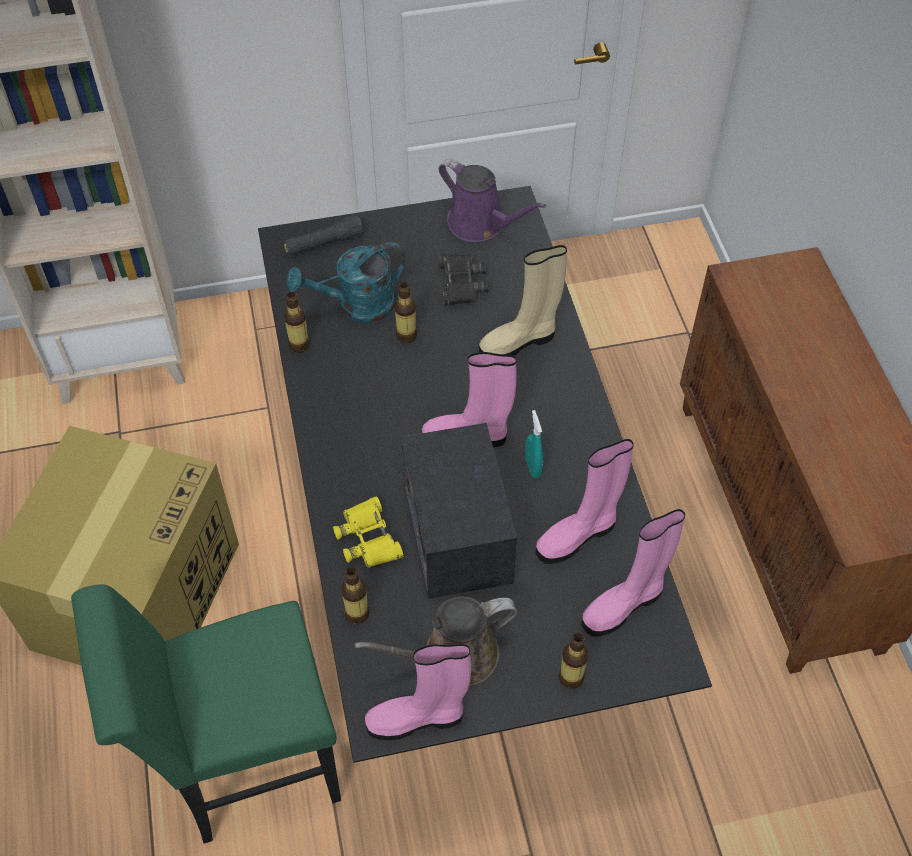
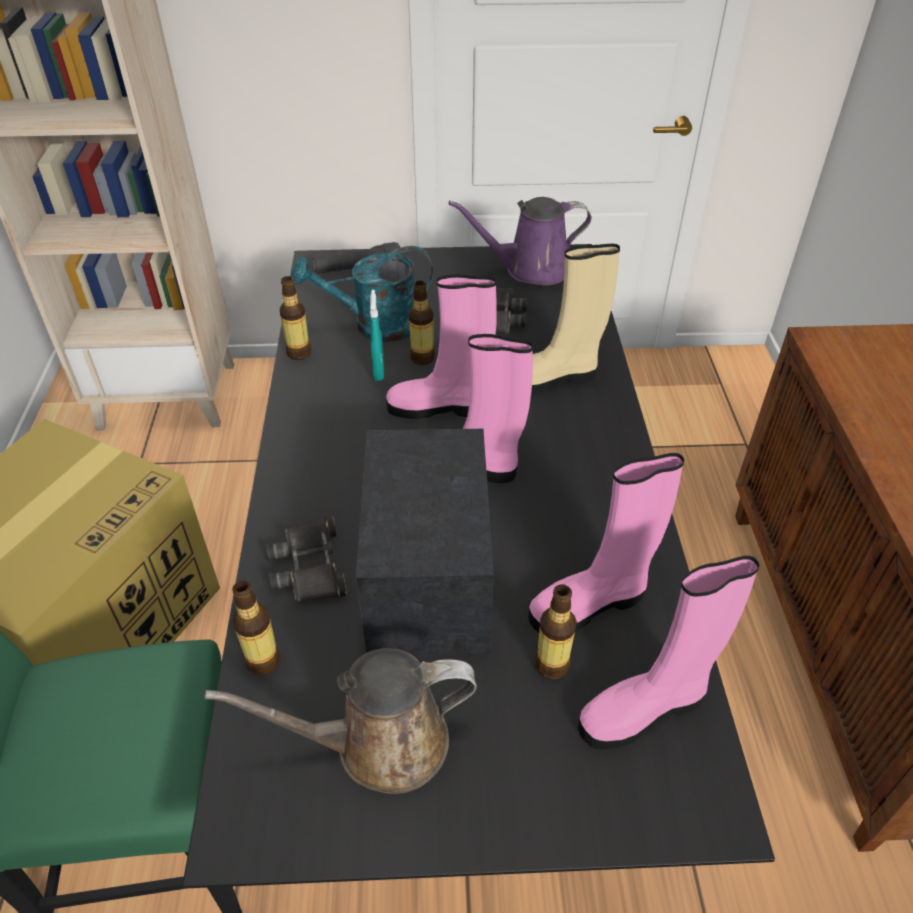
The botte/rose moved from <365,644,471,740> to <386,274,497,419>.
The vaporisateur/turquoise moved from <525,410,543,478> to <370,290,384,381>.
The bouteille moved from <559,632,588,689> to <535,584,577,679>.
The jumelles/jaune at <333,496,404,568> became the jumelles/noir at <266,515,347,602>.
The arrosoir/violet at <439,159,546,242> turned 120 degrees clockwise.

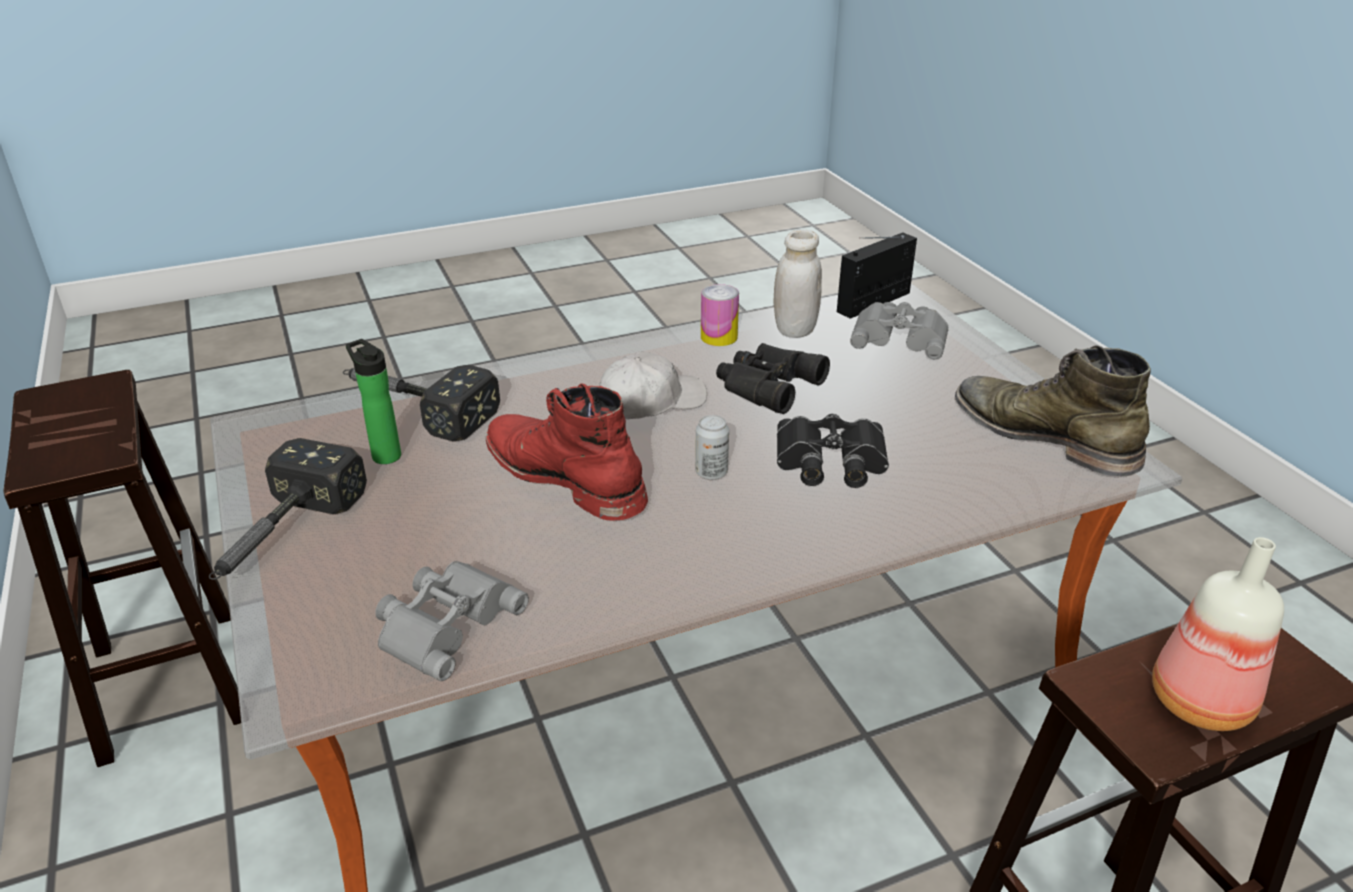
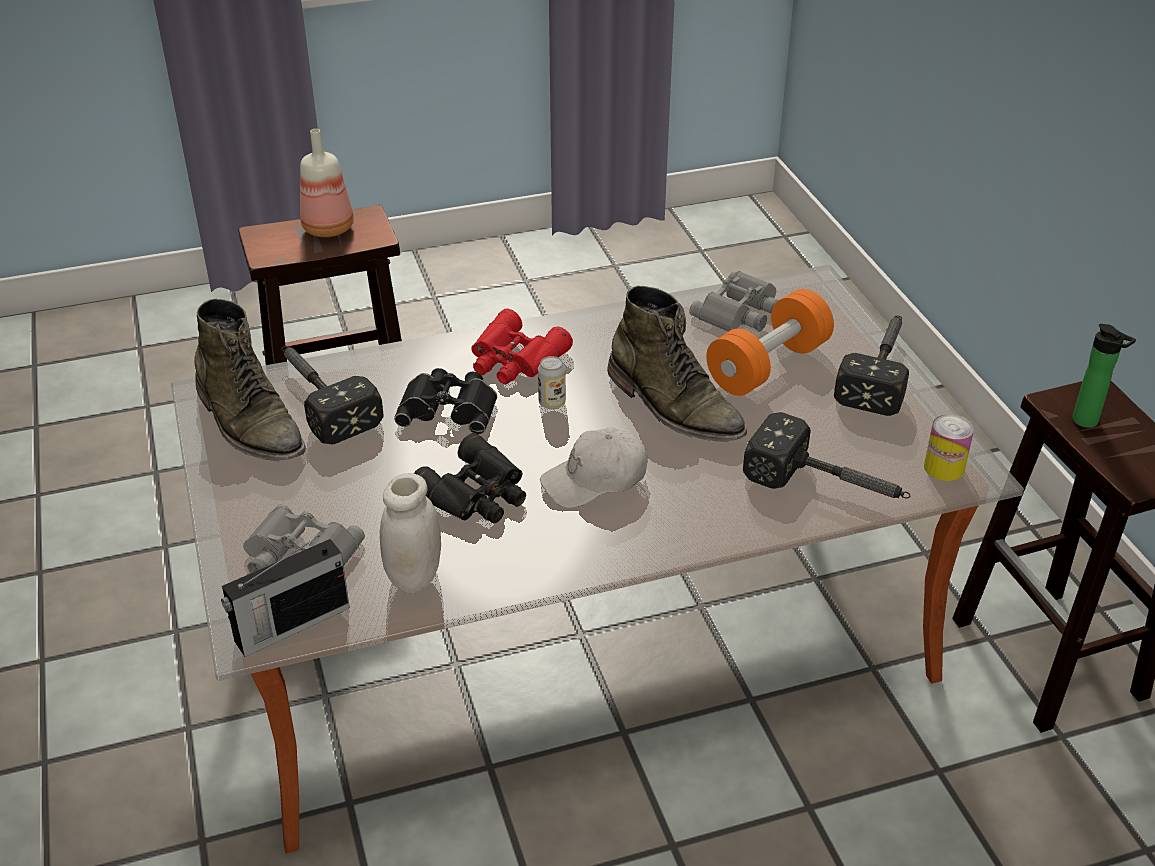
The marteau at <281,346,384,445> appeared.
The jumelles/rouge at <471,308,573,384> appeared.
The haltère/orange at <706,289,834,396> appeared.
The bouteille moved from <346,339,401,464> to <1072,324,1136,428>.
The boîte métallique moved from <701,284,739,346> to <924,414,974,481>.
The botte/rouge at <486,384,648,521> became the botte/vert at <607,286,747,442>.

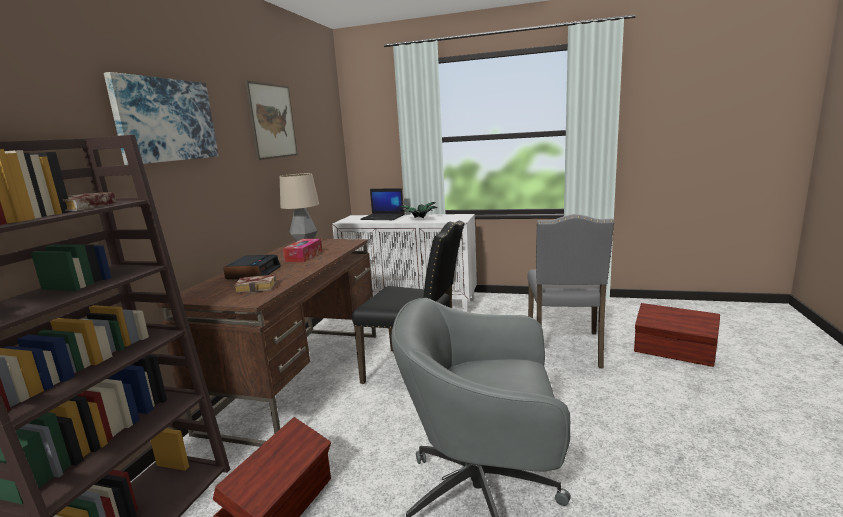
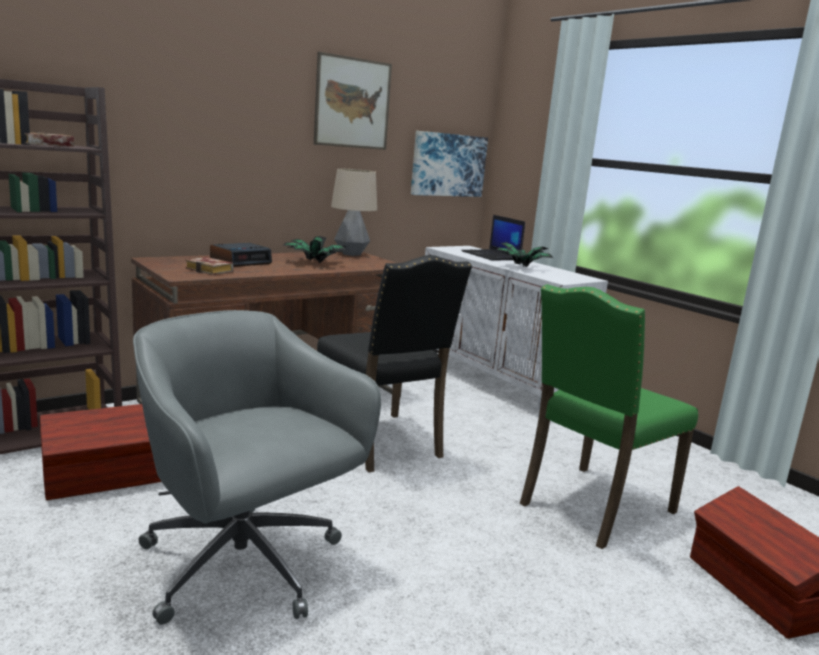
The tableau moved from <104,72,219,165> to <411,131,488,197>.
The boîte à mouchoirs at <283,239,322,262> was replaced by the plante en pot at <283,236,346,263>.
The chaise/gris at <528,214,614,368> became the chaise/vert at <520,284,698,549>.

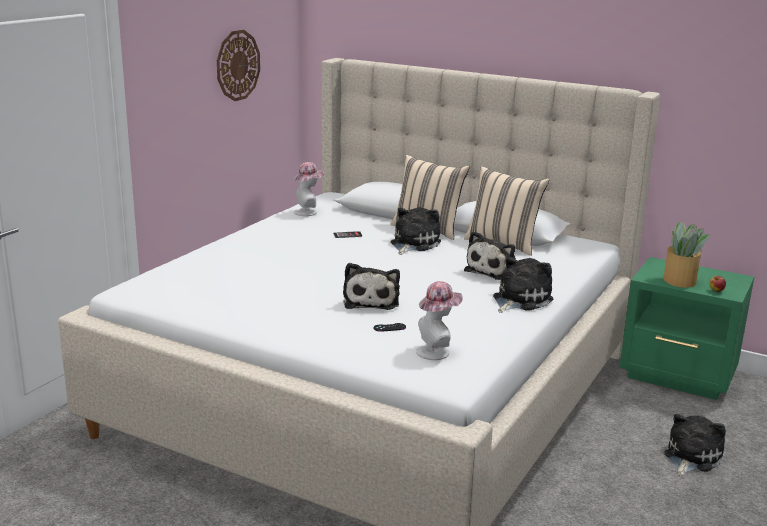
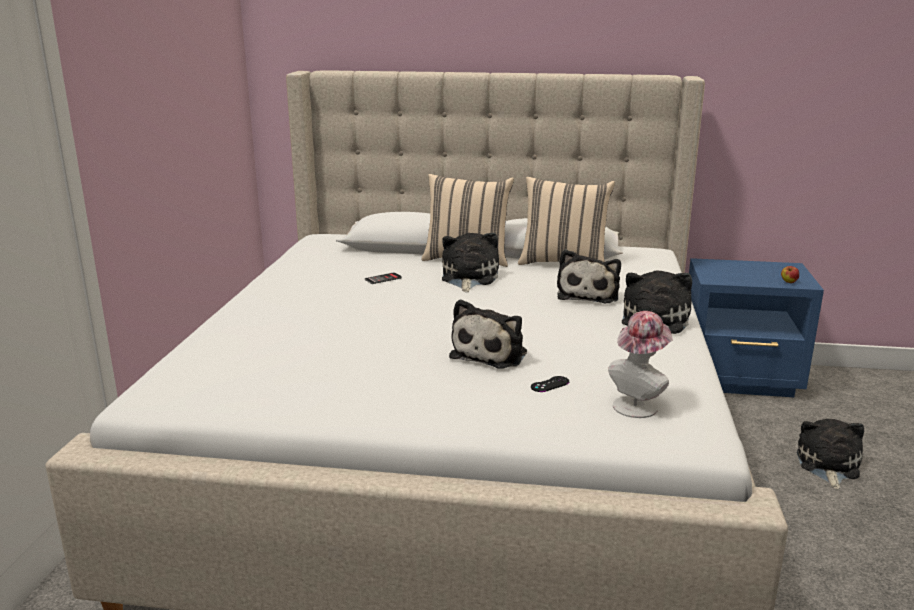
The horloge murale at <217,30,260,101> disappeared.
The chapeau at <294,162,324,216> disappeared.
The plante en pot at <664,221,710,288> disappeared.
The table de chevet/vert at <619,257,754,400> became the table de chevet/bleu at <689,258,824,397>.
The peluche at <343,263,400,310> turned 45 degrees clockwise.

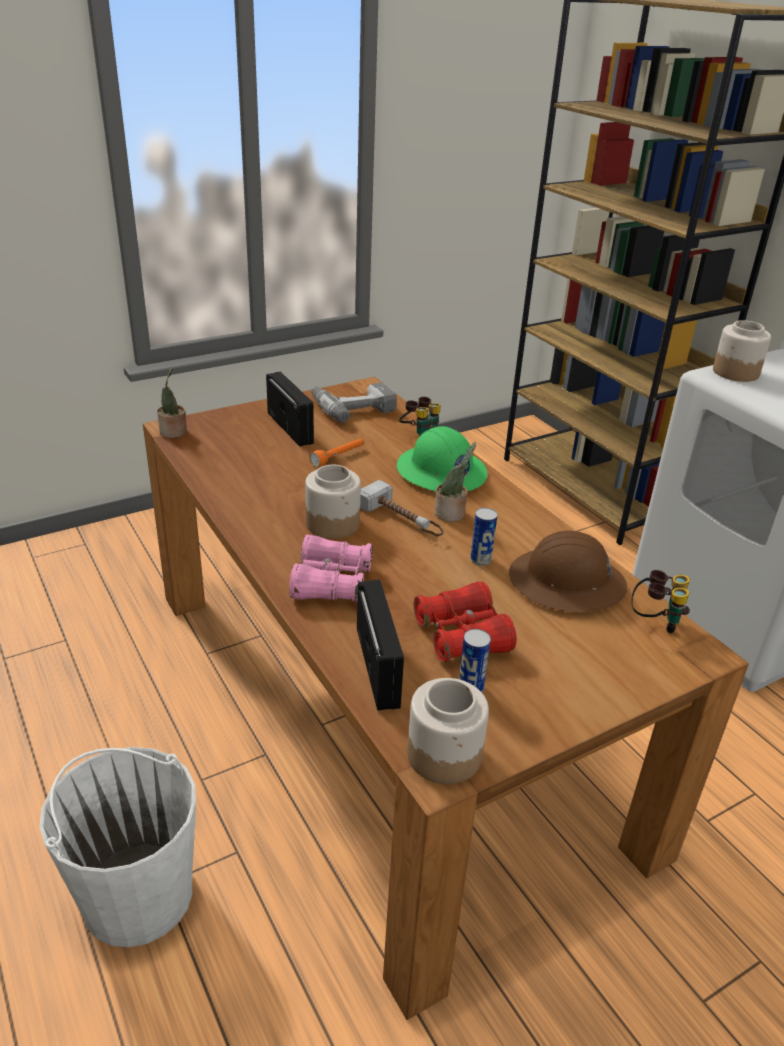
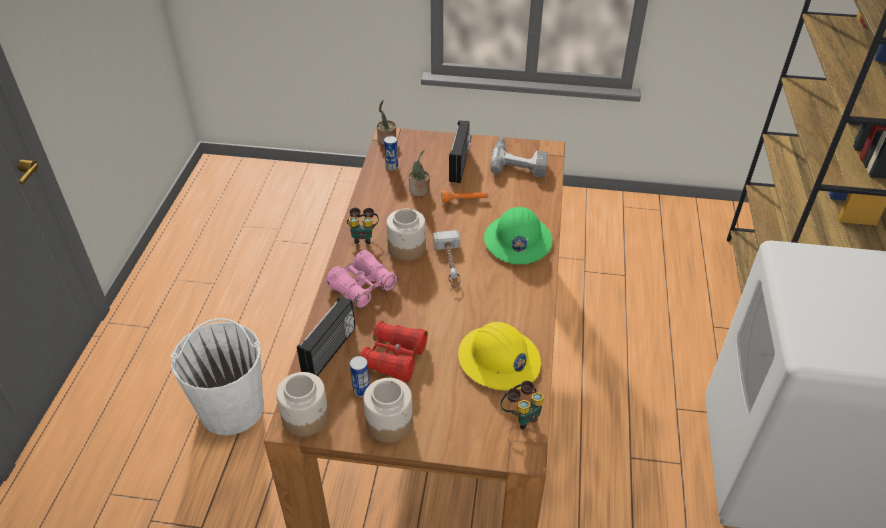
The jumelles moved from <399,397,441,437> to <347,208,379,244>.
The plante en pot moved from <435,442,476,522> to <409,149,430,197>.
The boîte métallique moved from <470,508,497,566> to <384,136,398,171>.
The bocal moved from <713,320,771,382> to <363,378,413,443>.
The casque de chantier/marron at <509,531,627,612> became the casque de chantier/jaune at <458,322,541,391>.

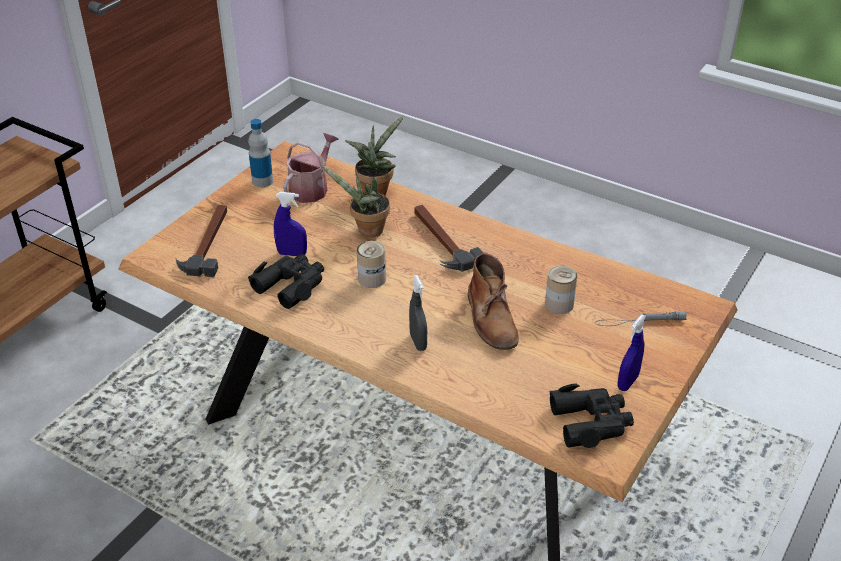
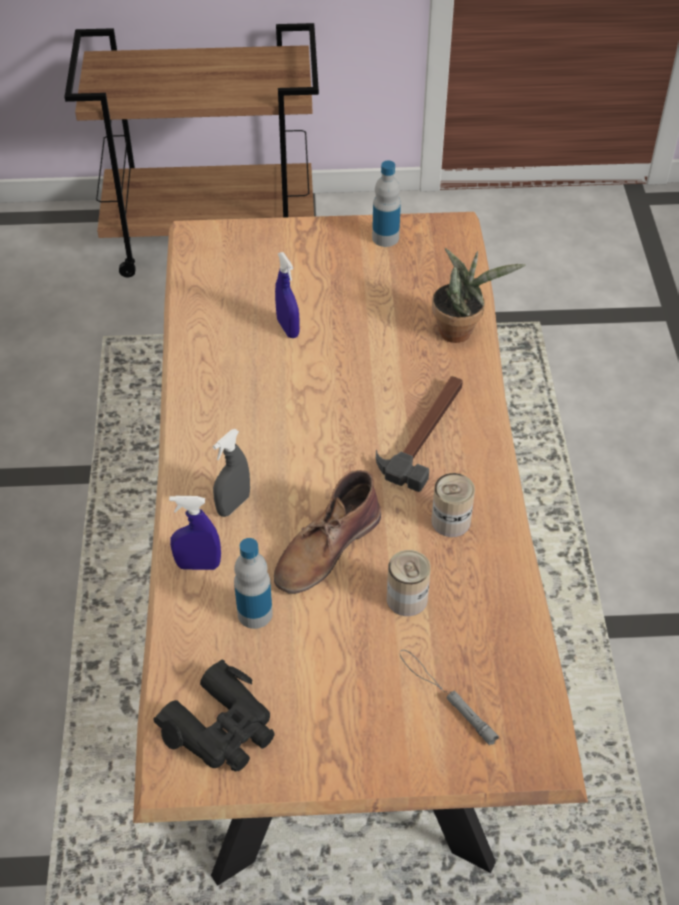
The marteau at <175,205,227,277> disappeared.
The jumelles/noir at <248,254,324,309> disappeared.
The arrosoir at <283,133,339,203> disappeared.
The plante en pot at <322,166,390,237> disappeared.
The bouteille at <234,538,273,629> appeared.
The boîte métallique moved from <357,241,386,288> to <431,473,475,537>.
The vaporisateur/bleu moved from <618,315,646,391> to <169,496,221,570>.

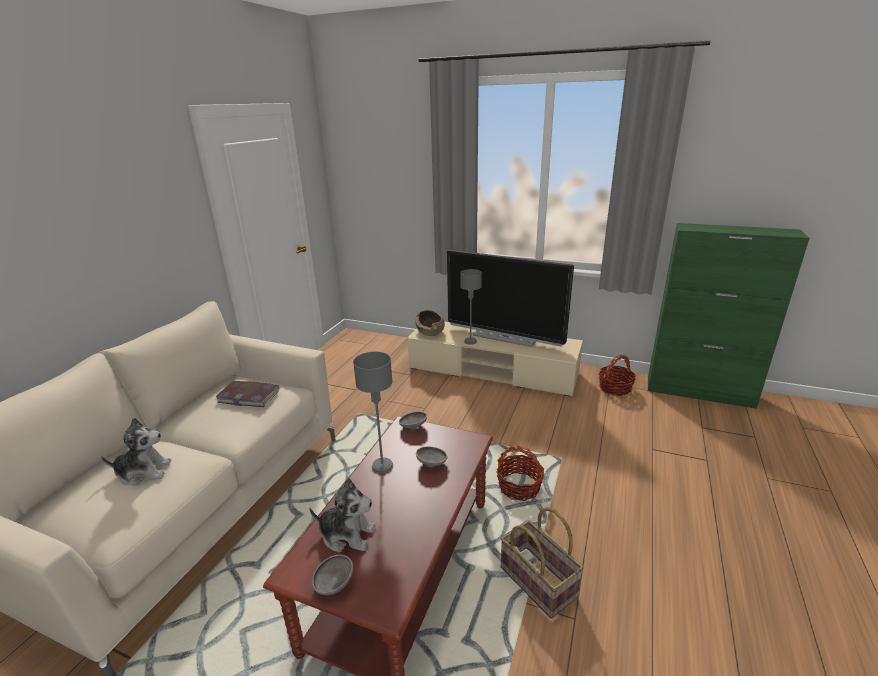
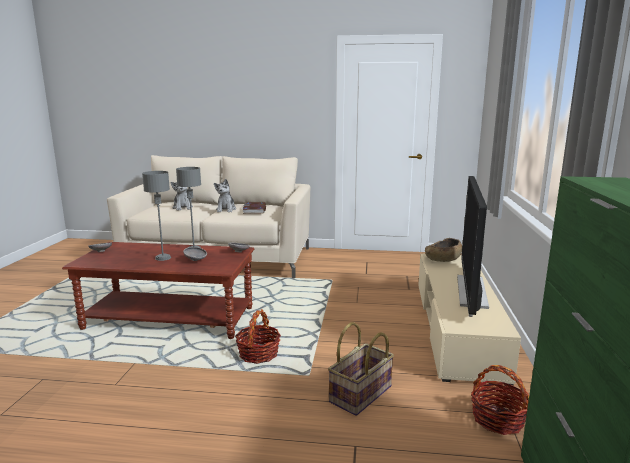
The peluche moved from <309,478,376,553> to <214,179,236,212>.
The lampe de table/gris moved from <460,269,482,345> to <142,171,171,261>.
The panier moved from <501,507,584,619> to <328,322,394,416>.

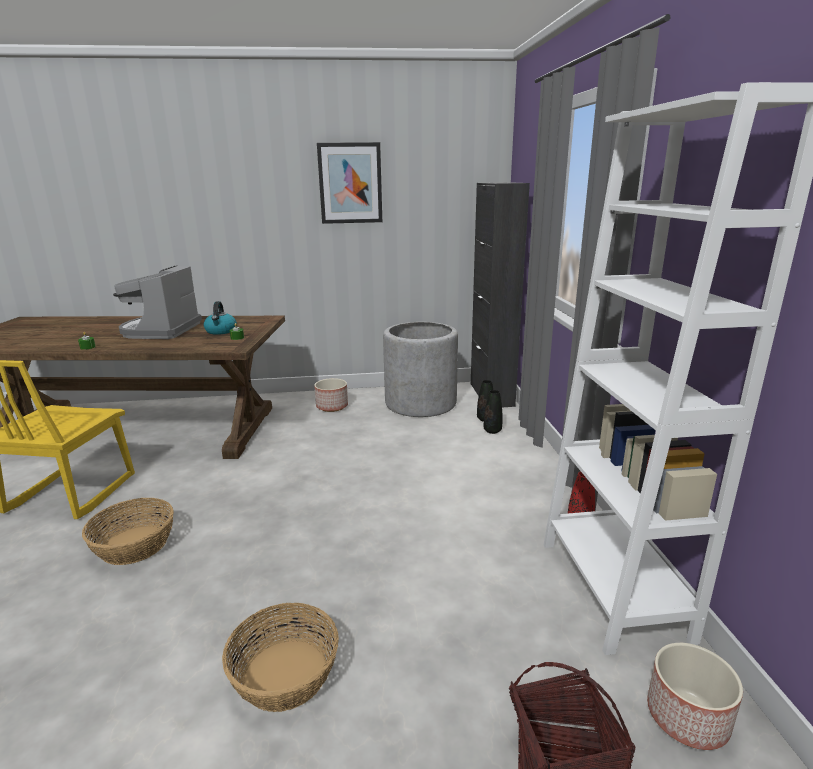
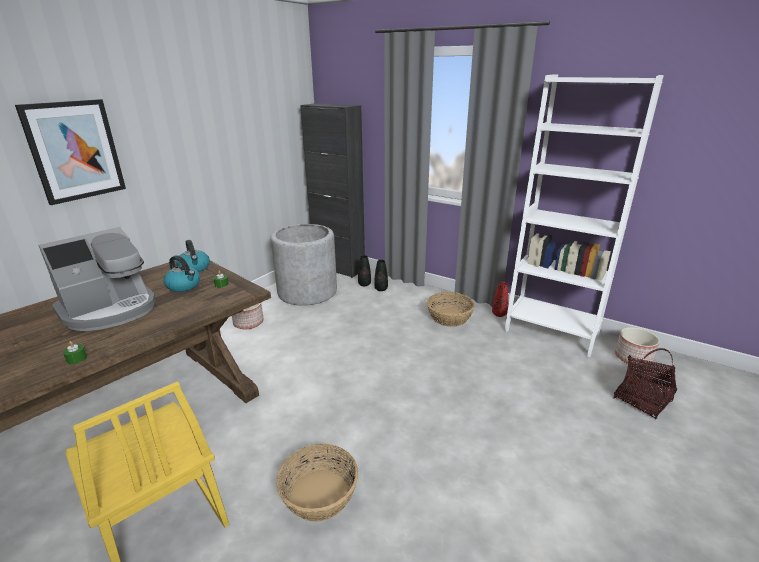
The bouilloire at <176,240,210,272> appeared.
The panier moved from <222,603,339,712> to <427,292,475,327>.
The tableau moved from <317,142,382,224> to <15,99,126,205>.
The machine à café at <113,265,202,339> turned 90 degrees counterclockwise.

